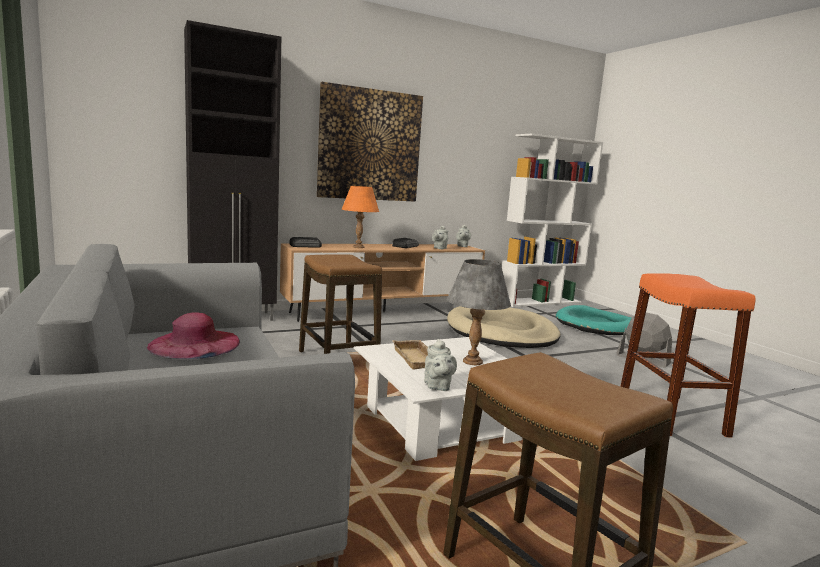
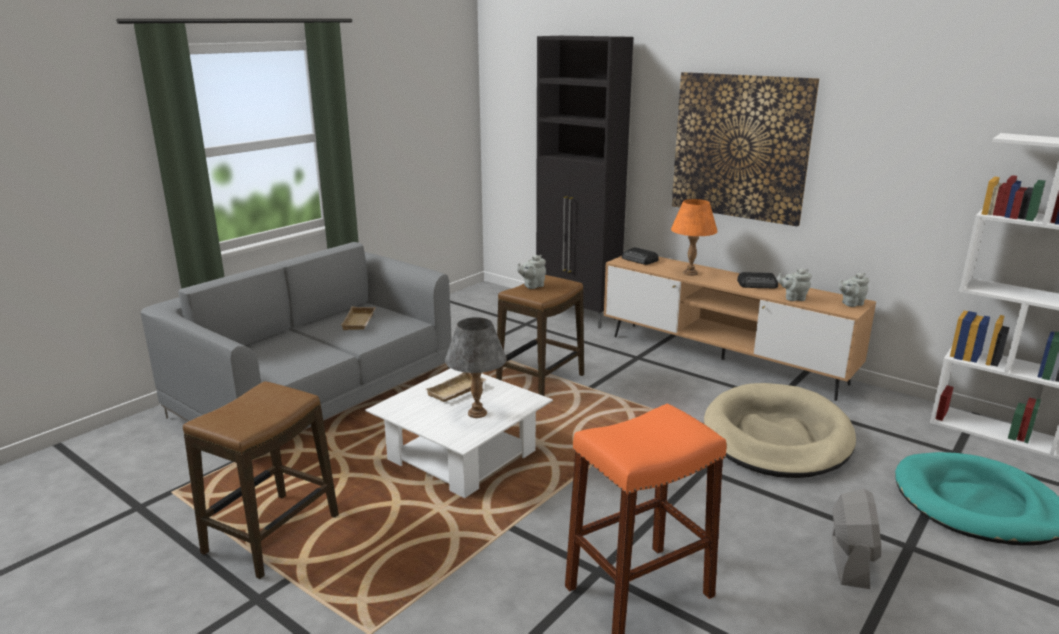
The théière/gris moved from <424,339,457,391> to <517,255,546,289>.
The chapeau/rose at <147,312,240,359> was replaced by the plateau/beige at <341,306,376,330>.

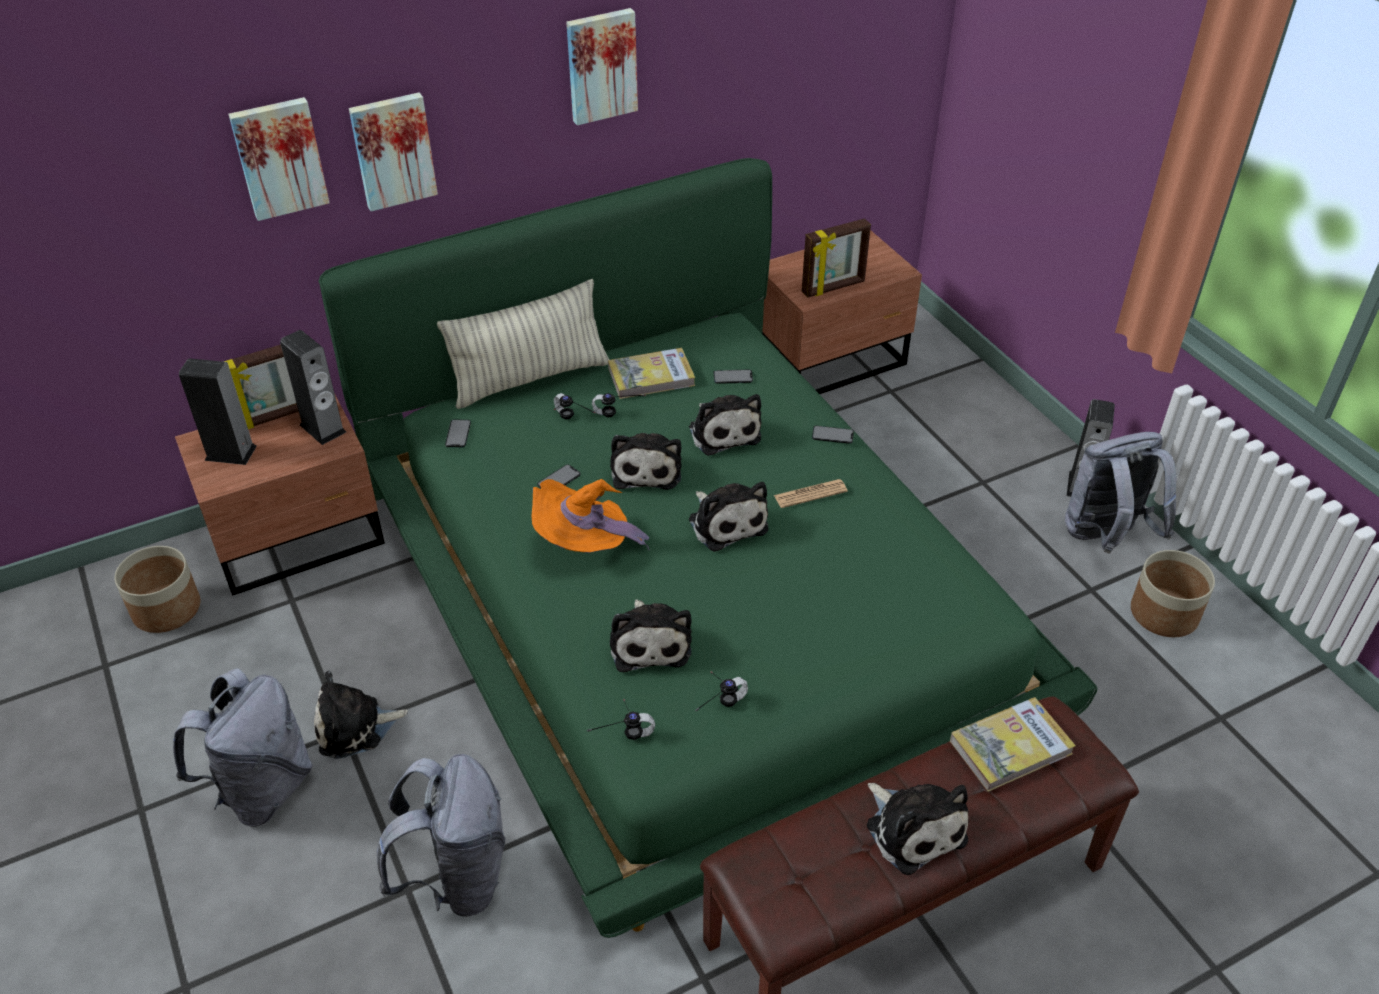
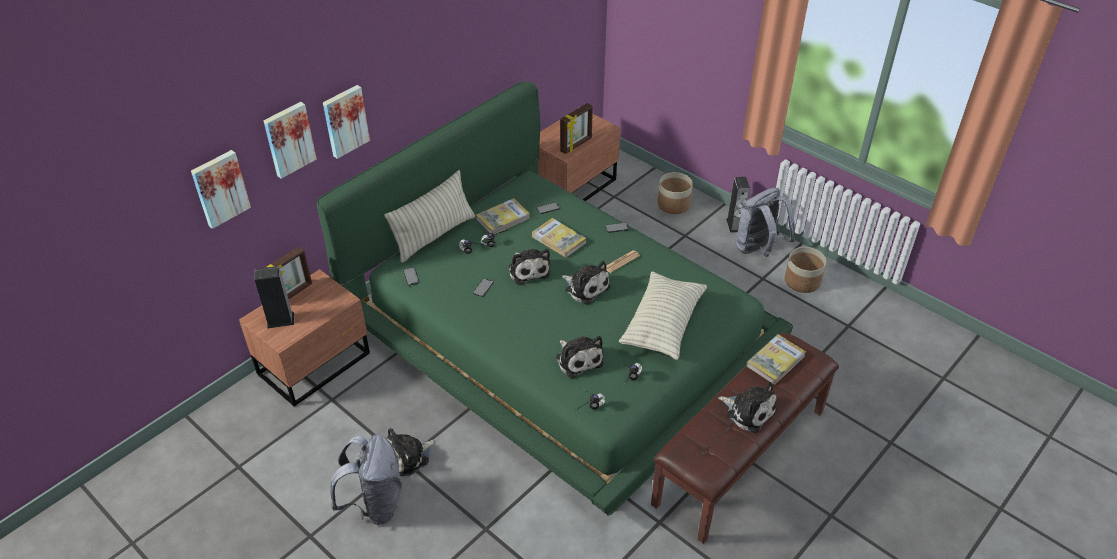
The enceinte at <280,330,346,445> disappeared.
The sac à dos/gris at <377,754,505,917> disappeared.
The chapeau/orange at <532,479,649,553> disappeared.
The coussin at <619,271,707,360> appeared.
The cache-pot moved from <114,546,201,633> to <657,172,693,214>.
The tableau moved from <566,8,638,125> to <191,150,251,229>.
The peluche at <689,394,761,456> was replaced by the livre at <532,218,586,258>.

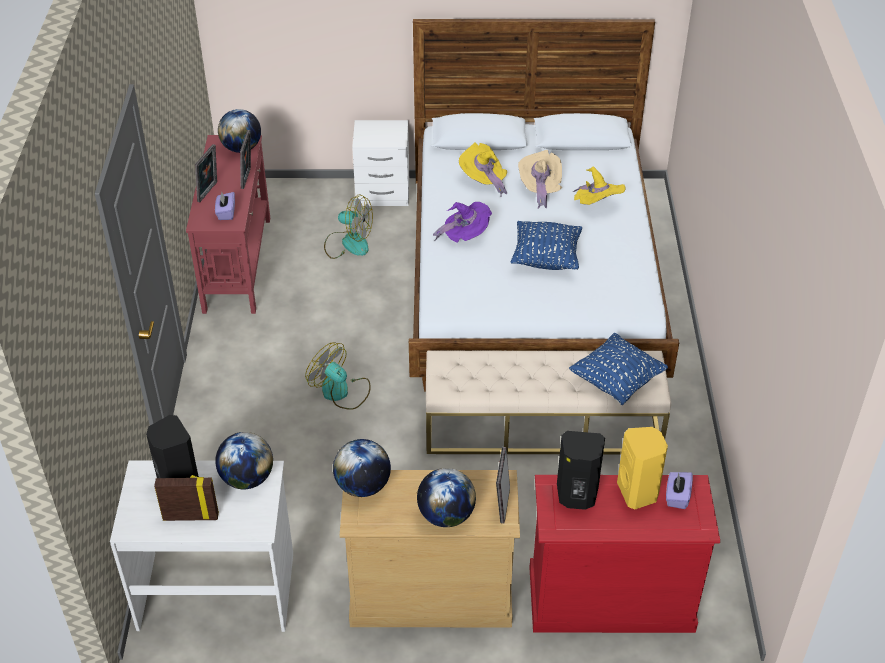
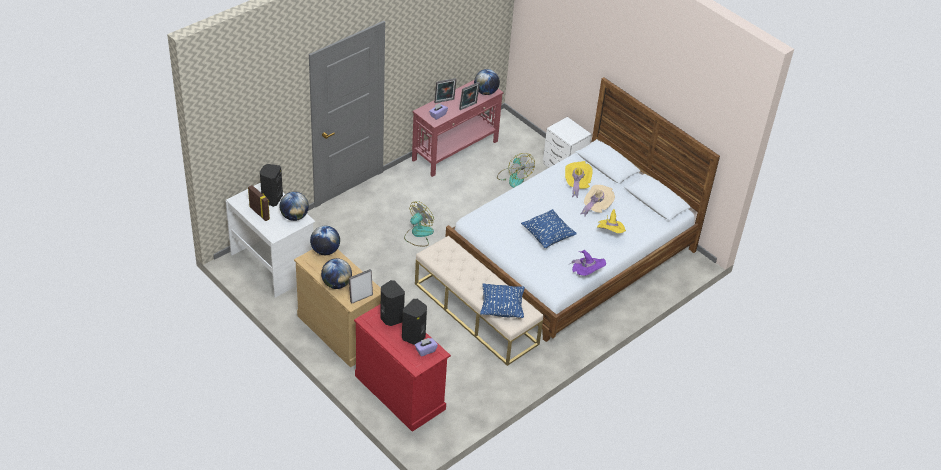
The chapeau/violet moved from <433,202,492,243> to <570,250,606,276>.
The enceinte/jaune at <617,427,668,509> became the enceinte/noir at <402,299,427,345>.
The ventilateur at <305,342,371,410> turned 45 degrees clockwise.

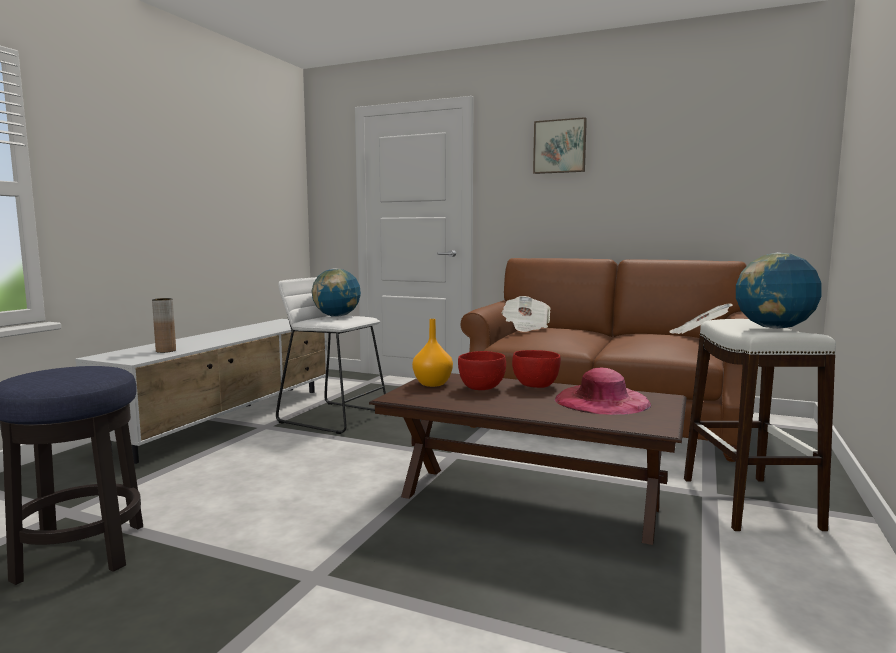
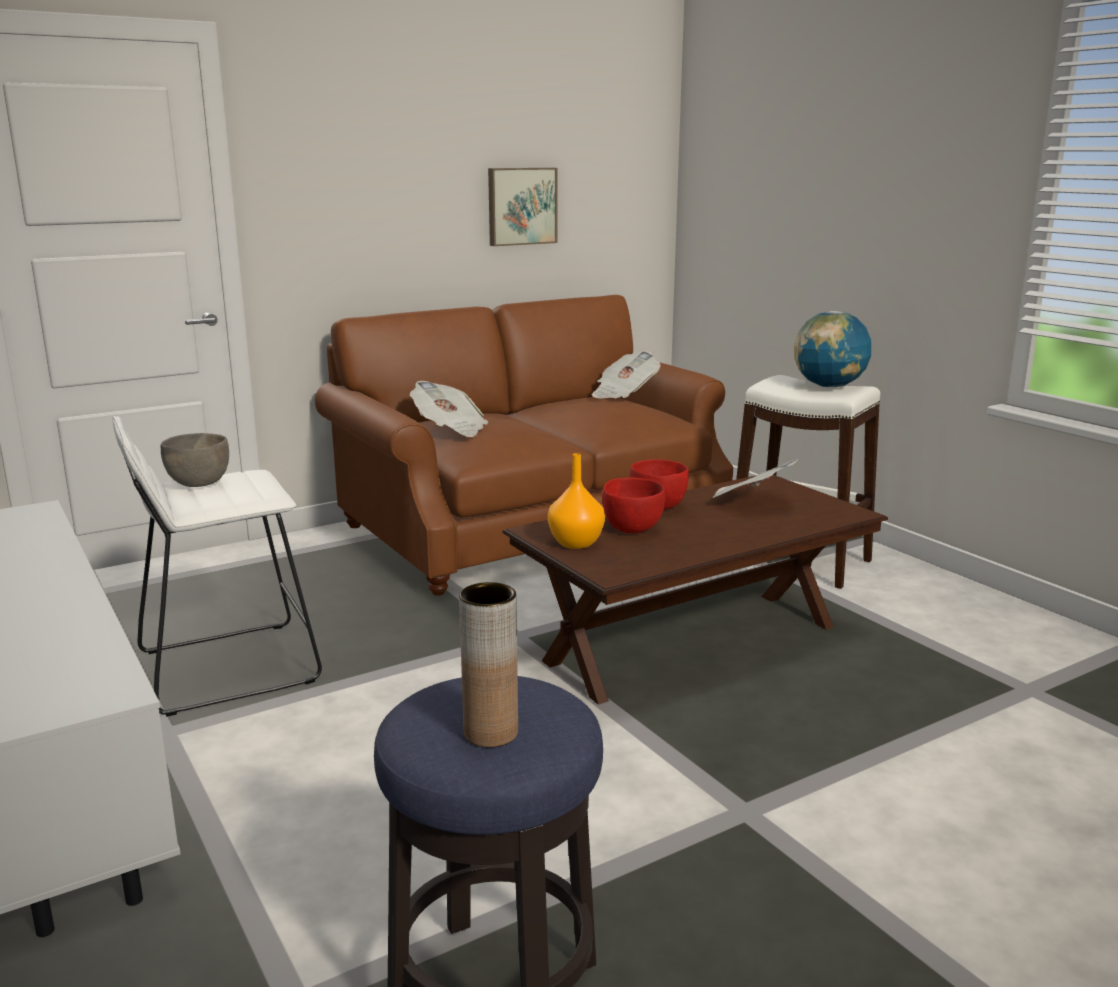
The vase/marron moved from <152,298,176,353> to <459,582,518,747>.
The tableau moved from <533,117,587,174> to <488,168,558,246>.
The globe at <311,268,361,317> was replaced by the bol/gris at <161,433,229,487>.
The chapeau/rose at <555,368,651,415> was replaced by the journal at <712,459,798,498>.

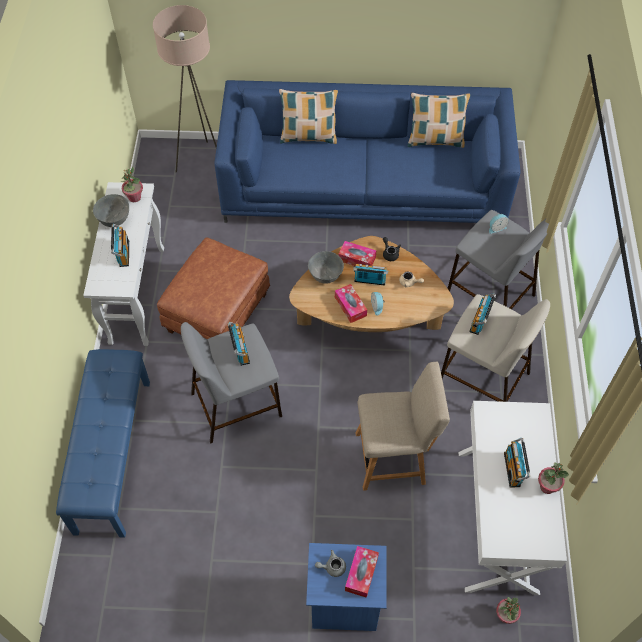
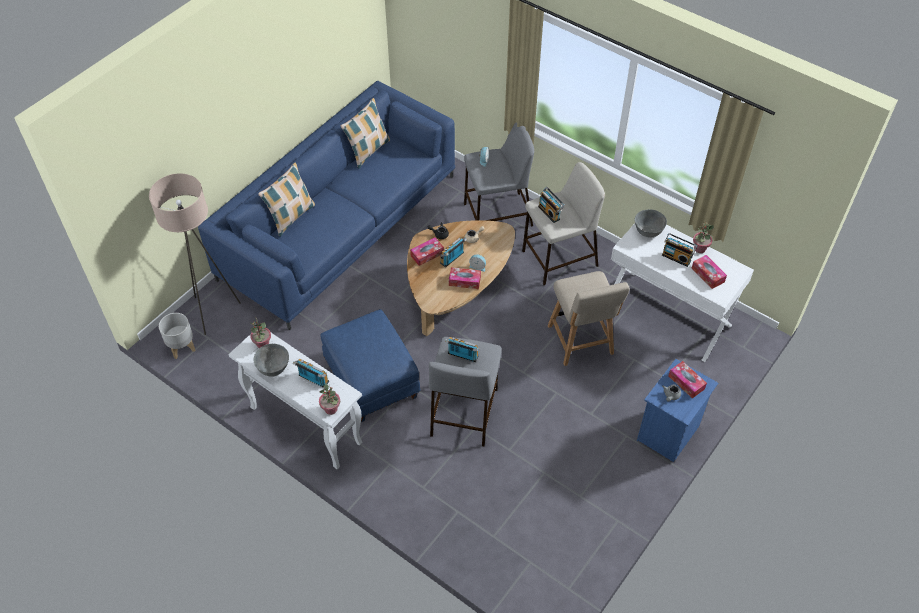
The banc/bleu at <56,349,150,538> disappeared.
The cache-pot/gris at <159,313,195,359> appeared.
The boîte à mouchoirs at <692,255,727,289> appeared.
The bol/gris moved from <308,251,344,284> to <635,209,667,238>.
The plante en pot moved from <496,597,521,624> to <319,384,340,415>.
The pouf/marron at <157,237,270,339> became the pouf/bleu at <320,309,421,422>.
The chaise/beige at <355,362,450,491> turned 135 degrees clockwise.

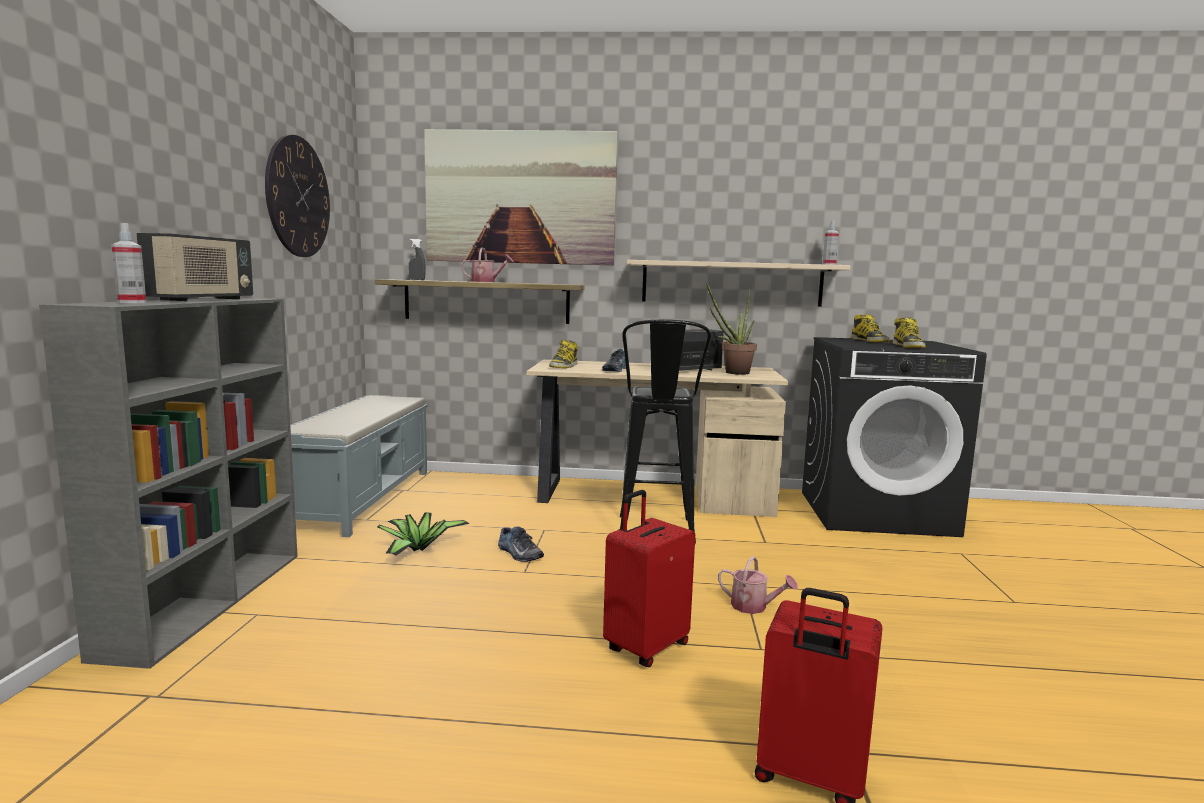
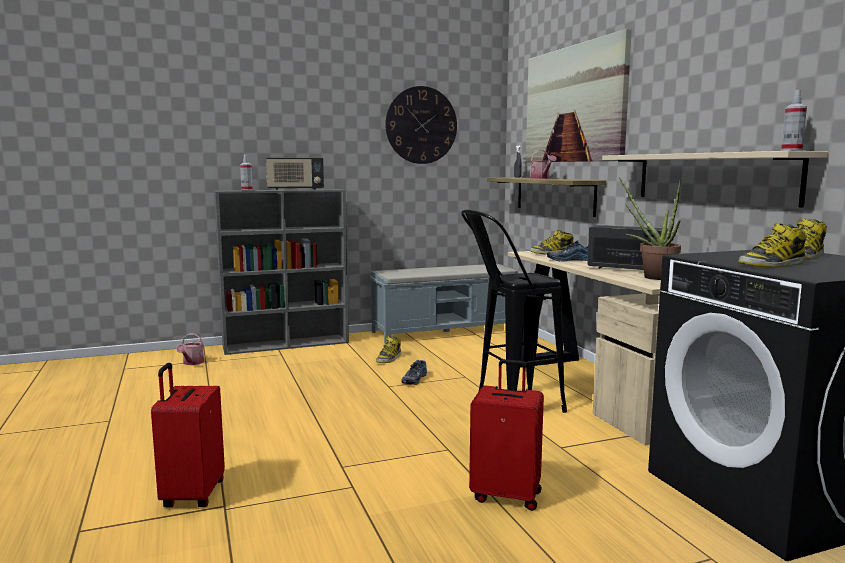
The valise/rouge moved from <603,490,695,667> to <469,359,544,511>.
The arrosoir moved from <718,556,798,614> to <176,334,204,365>.
The plante en pot at <378,512,469,556> was replaced by the botte at <376,336,401,363>.

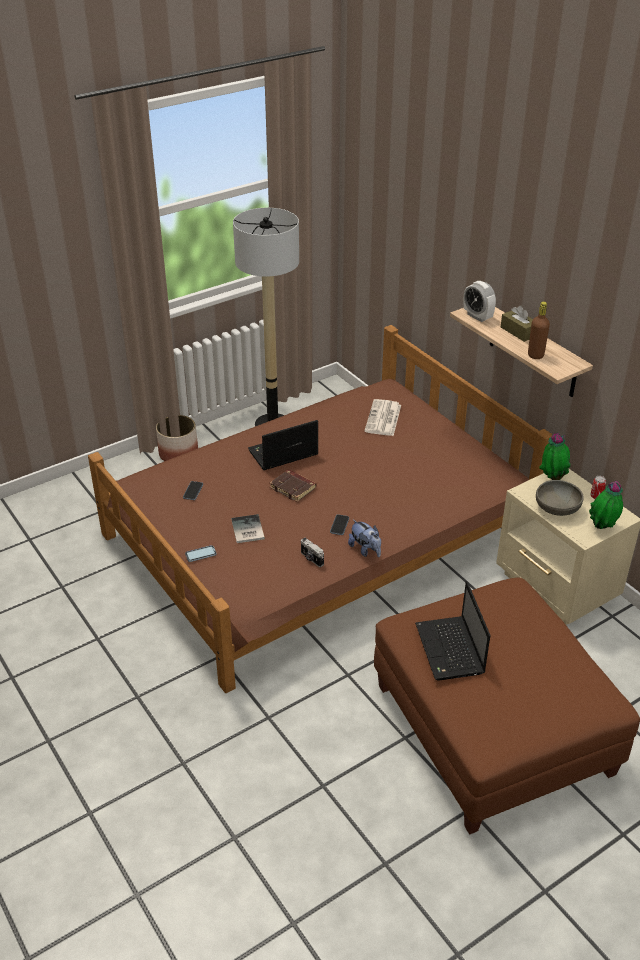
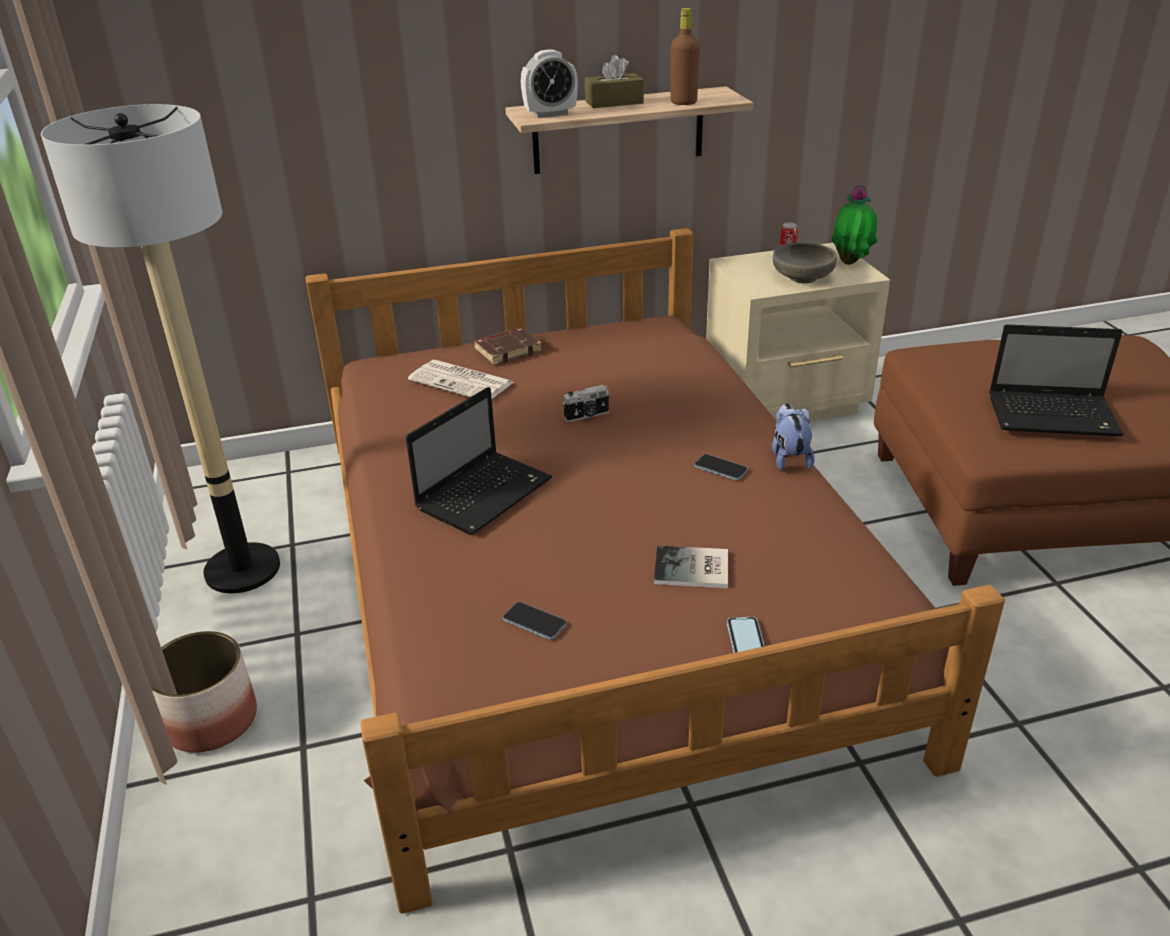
The plante en pot at <539,433,571,480> disappeared.
The livre/marron moved from <270,469,316,502> to <473,327,542,365>.
The appareil photo moved from <301,538,324,567> to <563,385,610,422>.
The ordinateur portable at <248,420,318,470> turned 135 degrees counterclockwise.
The peluche at <348,520,381,557> turned 75 degrees counterclockwise.

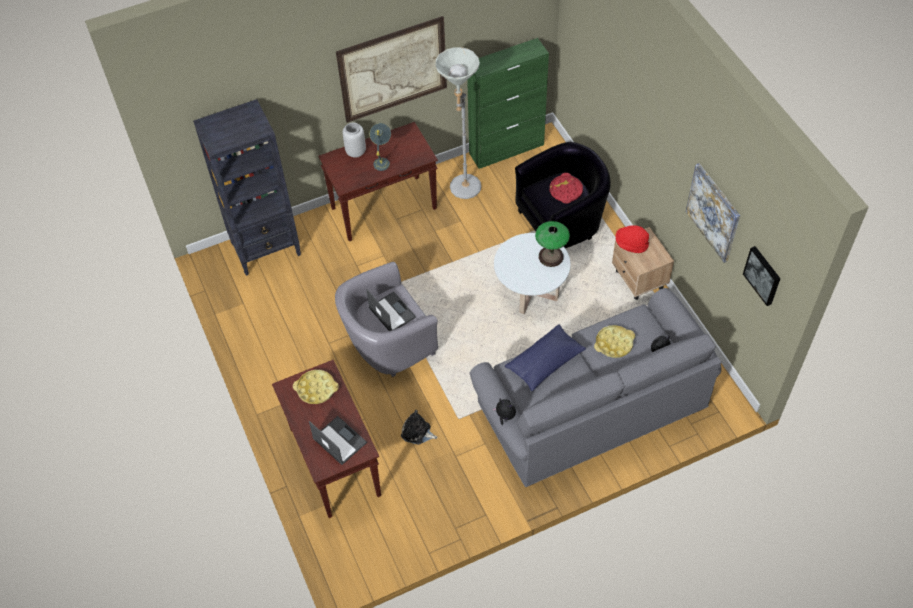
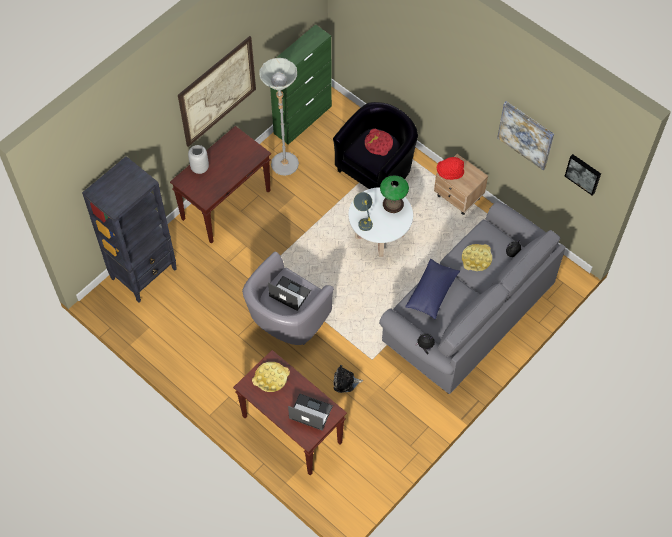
The lampe de table/gris moved from <369,123,391,171> to <354,192,373,231>.

